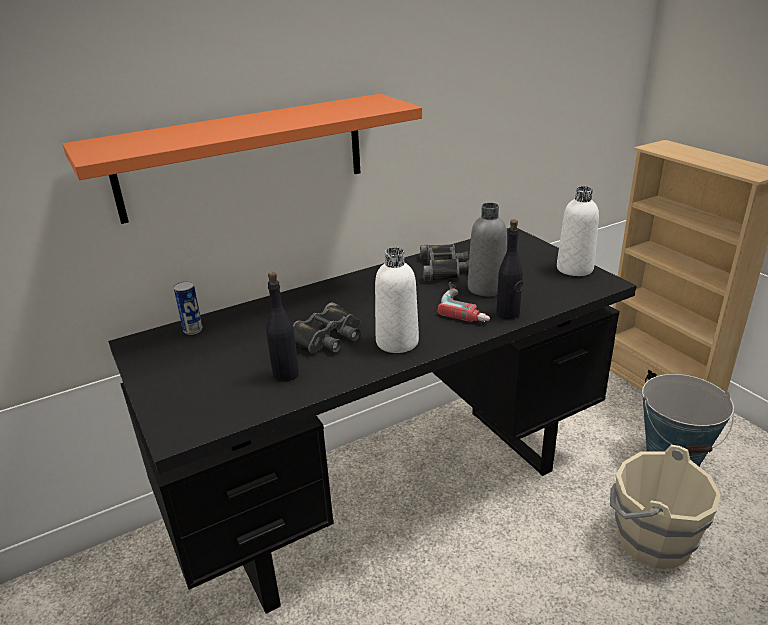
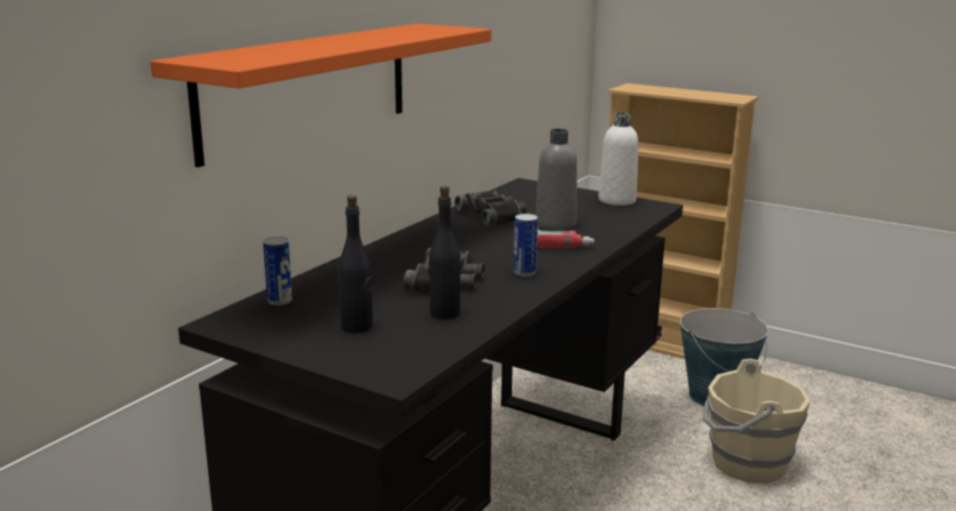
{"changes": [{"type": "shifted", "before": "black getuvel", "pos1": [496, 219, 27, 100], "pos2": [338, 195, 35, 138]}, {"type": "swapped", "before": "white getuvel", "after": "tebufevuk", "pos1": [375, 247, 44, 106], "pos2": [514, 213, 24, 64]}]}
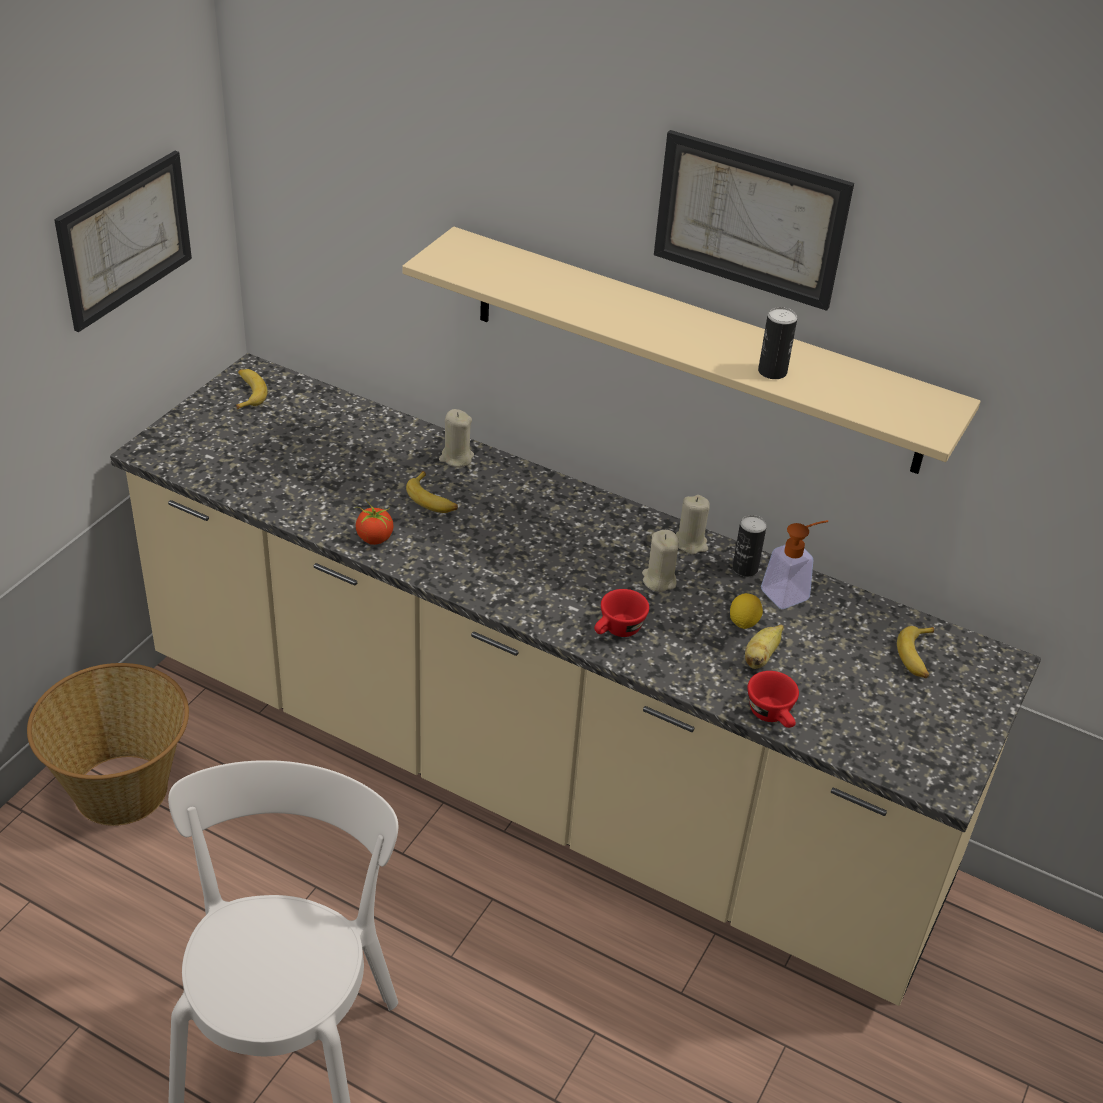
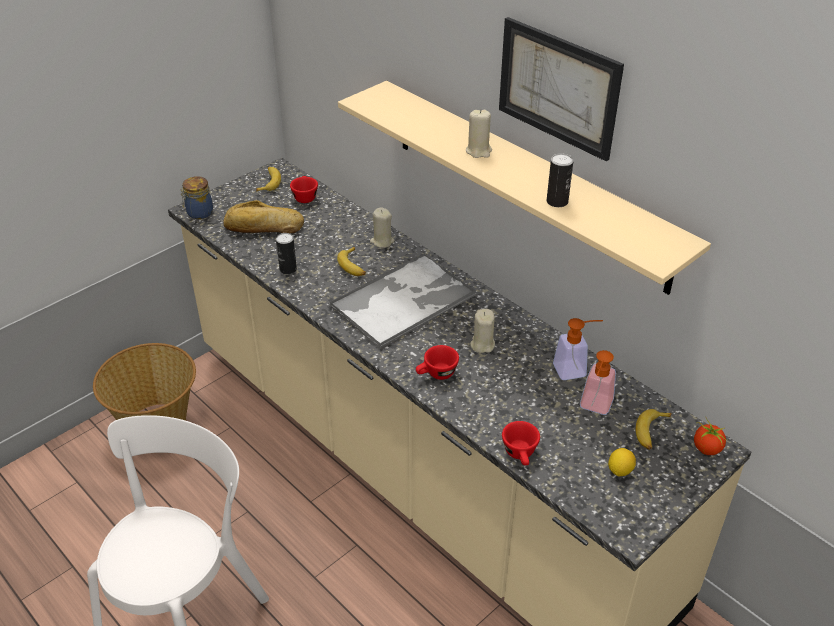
{"changes": [{"type": "new", "after": "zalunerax", "pos2": [180, 176, 33, 43]}, {"type": "new", "after": "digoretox", "pos2": [224, 200, 80, 33]}, {"type": "shifted", "before": "tebufevuk", "pos1": [732, 515, 35, 62], "pos2": [276, 233, 21, 41]}, {"type": "new", "after": "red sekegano", "pos2": [290, 176, 28, 27]}, {"type": "new", "after": "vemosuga", "pos2": [329, 253, 147, 96]}, {"type": "shifted", "before": "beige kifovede", "pos1": [676, 495, 34, 60], "pos2": [466, 109, 26, 49]}, {"type": "new", "after": "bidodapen", "pos2": [580, 350, 36, 65]}, {"type": "shifted", "before": "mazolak", "pos1": [730, 593, 33, 36], "pos2": [608, 448, 28, 28]}, {"type": "shifted", "before": "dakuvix", "pos1": [354, 500, 39, 45], "pos2": [694, 416, 32, 39]}, {"type": "gone", "before": "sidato", "pos1": [54, 151, 138, 181]}, {"type": "gone", "before": "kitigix", "pos1": [745, 624, 39, 45]}]}
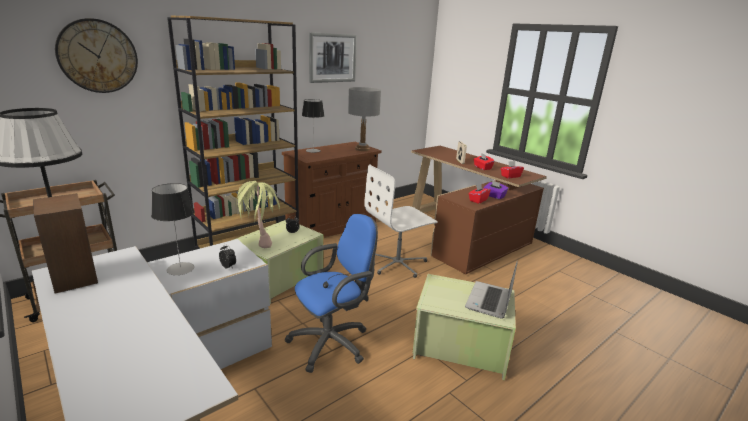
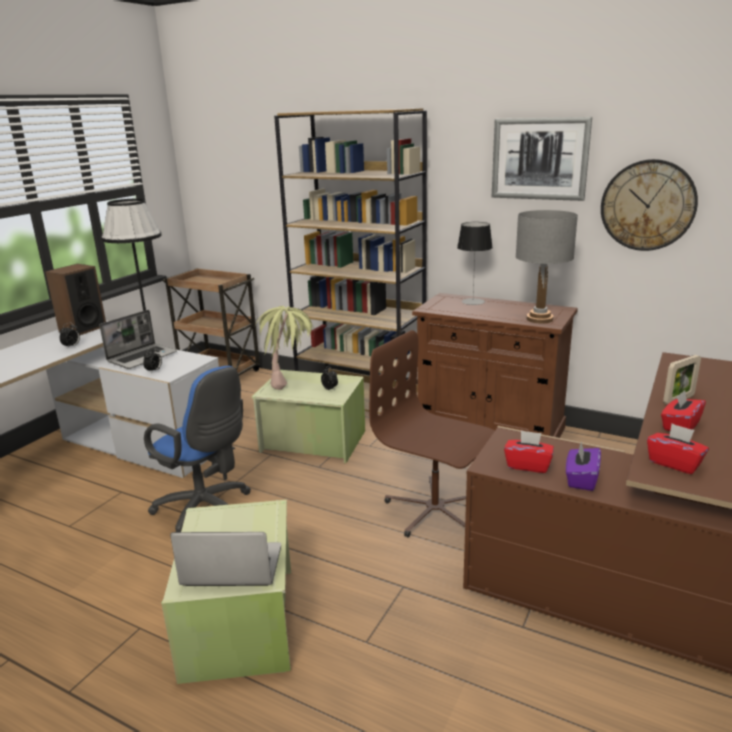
{"changes": [{"type": "new", "after": "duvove", "pos2": [60, 322, 20, 26]}, {"type": "swapped", "before": "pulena", "after": "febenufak", "pos1": [151, 183, 44, 92], "pos2": [99, 310, 78, 59]}, {"type": "repainted", "before": "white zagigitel", "after": "brown zagigitel", "pos1": [364, 164, 74, 114], "pos2": [369, 330, 126, 207]}, {"type": "shifted", "before": "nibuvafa", "pos1": [55, 18, 83, 75], "pos2": [601, 159, 97, 92]}]}
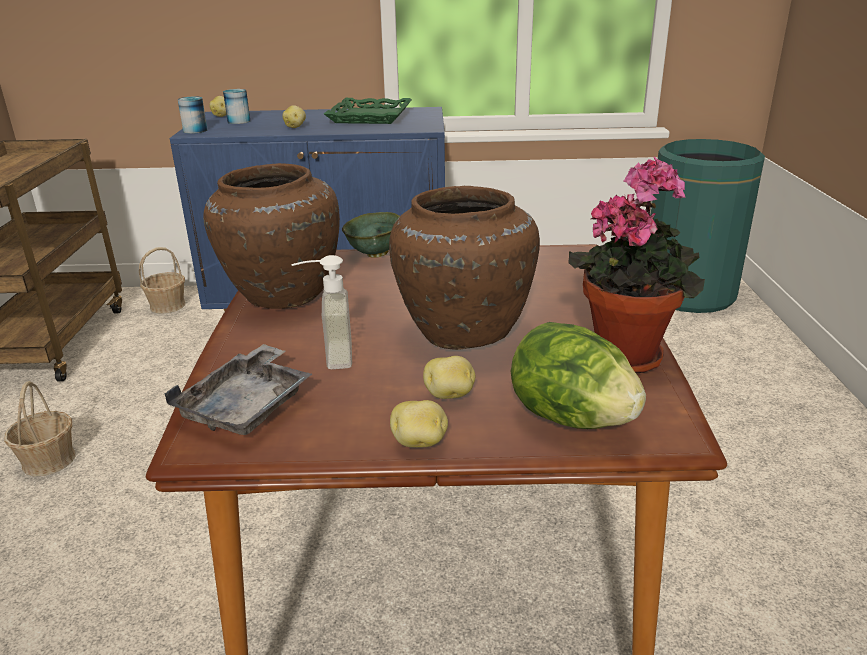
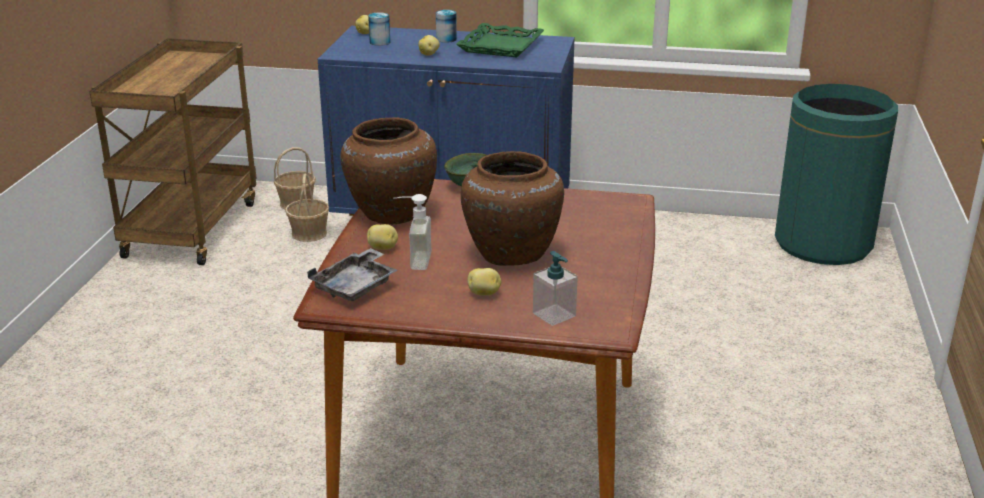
{"changes": [{"type": "shifted", "before": "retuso", "pos1": [4, 381, 71, 95], "pos2": [285, 174, 44, 68]}, {"type": "shifted", "before": "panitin", "pos1": [390, 400, 58, 48], "pos2": [367, 224, 31, 26]}, {"type": "shifted", "before": "tebufevuk", "pos1": [178, 96, 29, 38], "pos2": [436, 10, 21, 33]}, {"type": "swapped", "before": "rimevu", "after": "bidodapen", "pos1": [511, 322, 135, 107], "pos2": [533, 251, 45, 75]}, {"type": "gone", "before": "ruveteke", "pos1": [568, 157, 137, 217]}]}
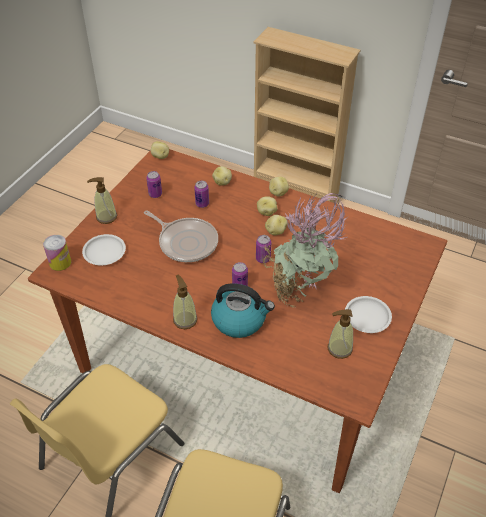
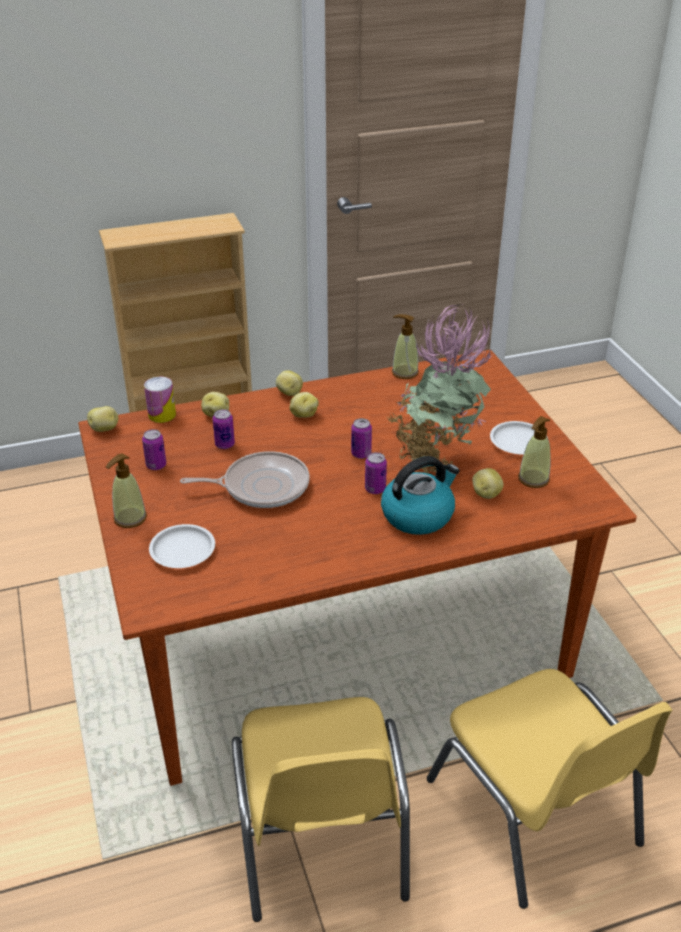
{"changes": [{"type": "shifted", "before": "tebufevuk", "pos1": [43, 235, 28, 36], "pos2": [144, 377, 32, 46]}, {"type": "shifted", "before": "bidodapen", "pos1": [173, 275, 24, 54], "pos2": [392, 314, 27, 65]}, {"type": "shifted", "before": "panitin", "pos1": [265, 215, 22, 20], "pos2": [472, 468, 32, 31]}]}
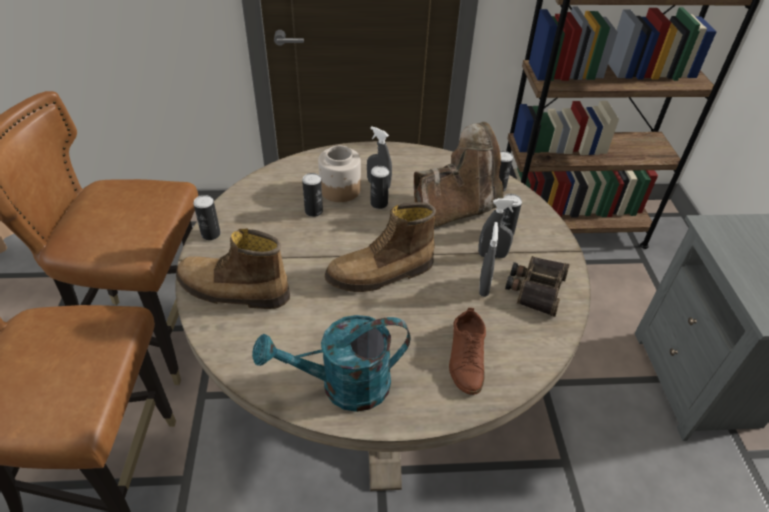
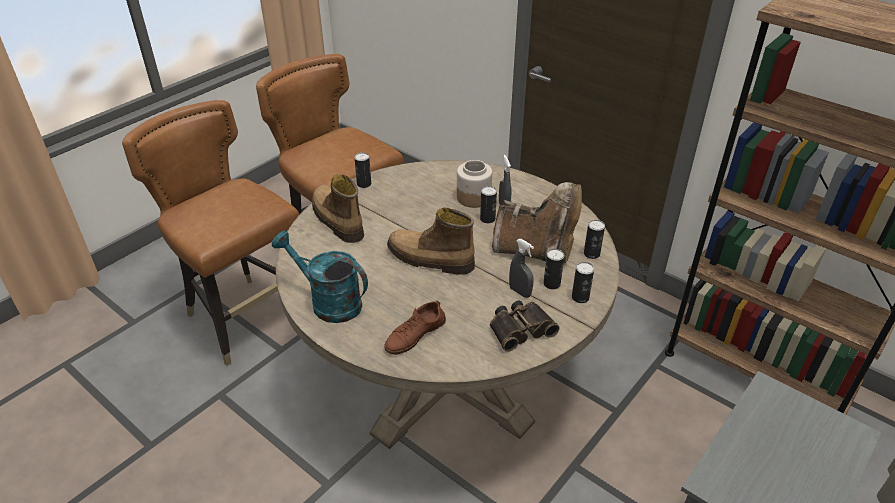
{"changes": [{"type": "shifted", "before": "tebufevuk", "pos1": [302, 173, 21, 44], "pos2": [572, 262, 22, 41]}, {"type": "gone", "before": "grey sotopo", "pos1": [479, 222, 19, 75]}]}
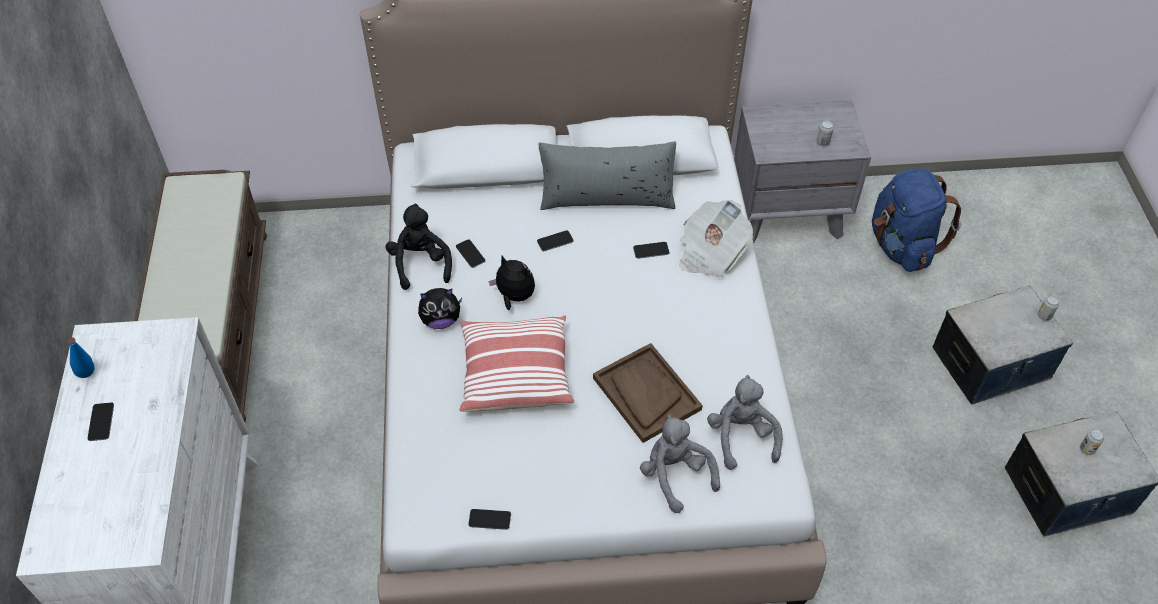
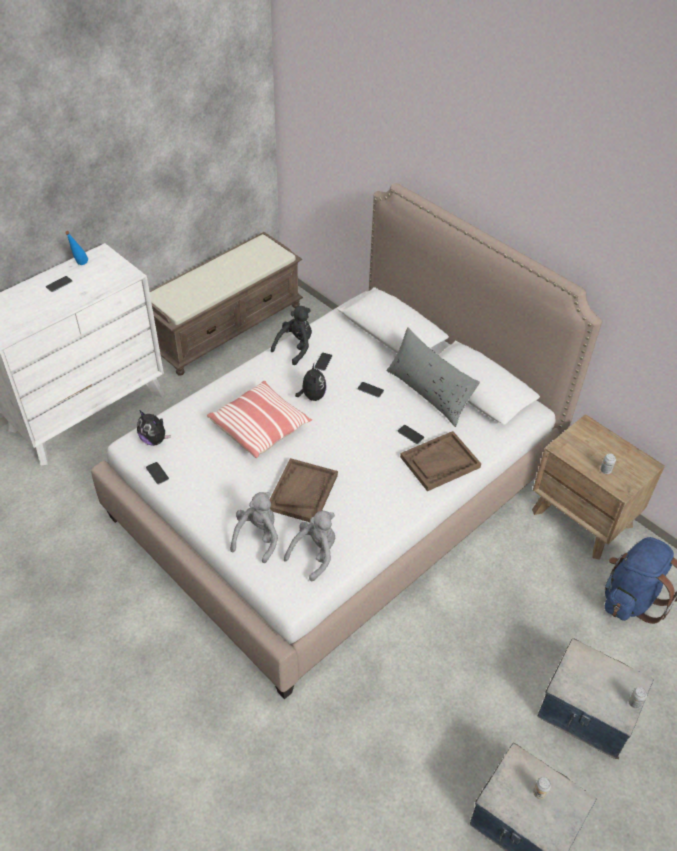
{"changes": [{"type": "shifted", "before": "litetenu", "pos1": [418, 288, 44, 41], "pos2": [137, 410, 34, 36]}, {"type": "swapped", "before": "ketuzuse", "after": "brown vemosuga", "pos1": [679, 200, 74, 77], "pos2": [400, 431, 81, 60]}, {"type": "repainted", "before": "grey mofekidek", "after": "brown mofekidek", "pos1": [734, 101, 137, 142], "pos2": [532, 414, 133, 146]}]}
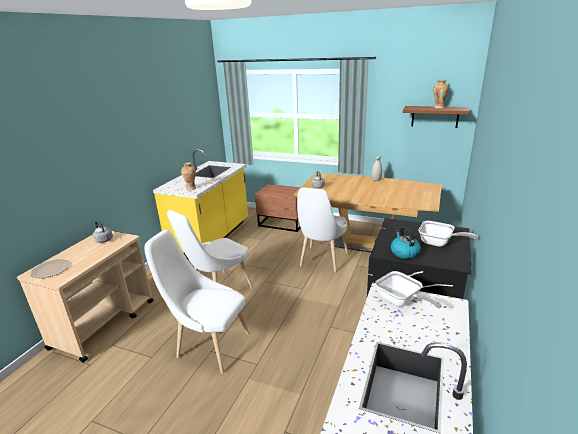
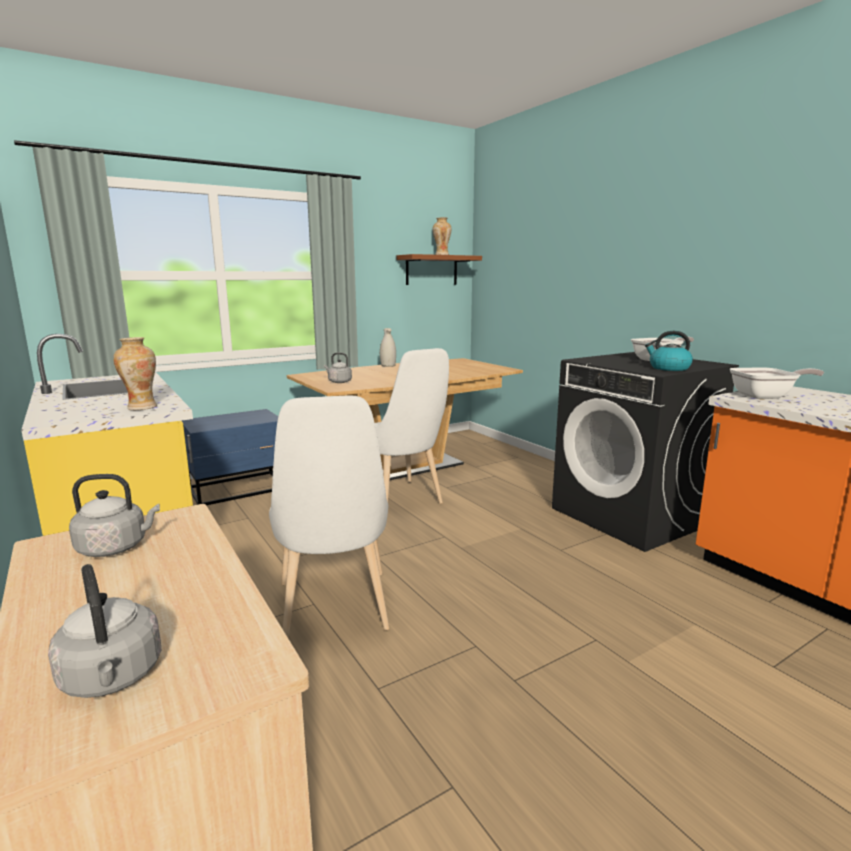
{"changes": [{"type": "swapped", "before": "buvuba", "after": "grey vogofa", "pos1": [31, 259, 39, 20], "pos2": [48, 564, 113, 134]}, {"type": "repainted", "before": "brown mofekidek", "after": "blue mofekidek", "pos1": [255, 184, 46, 48], "pos2": [182, 409, 96, 96]}, {"type": "gone", "before": "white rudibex", "pos1": [144, 230, 106, 144]}]}
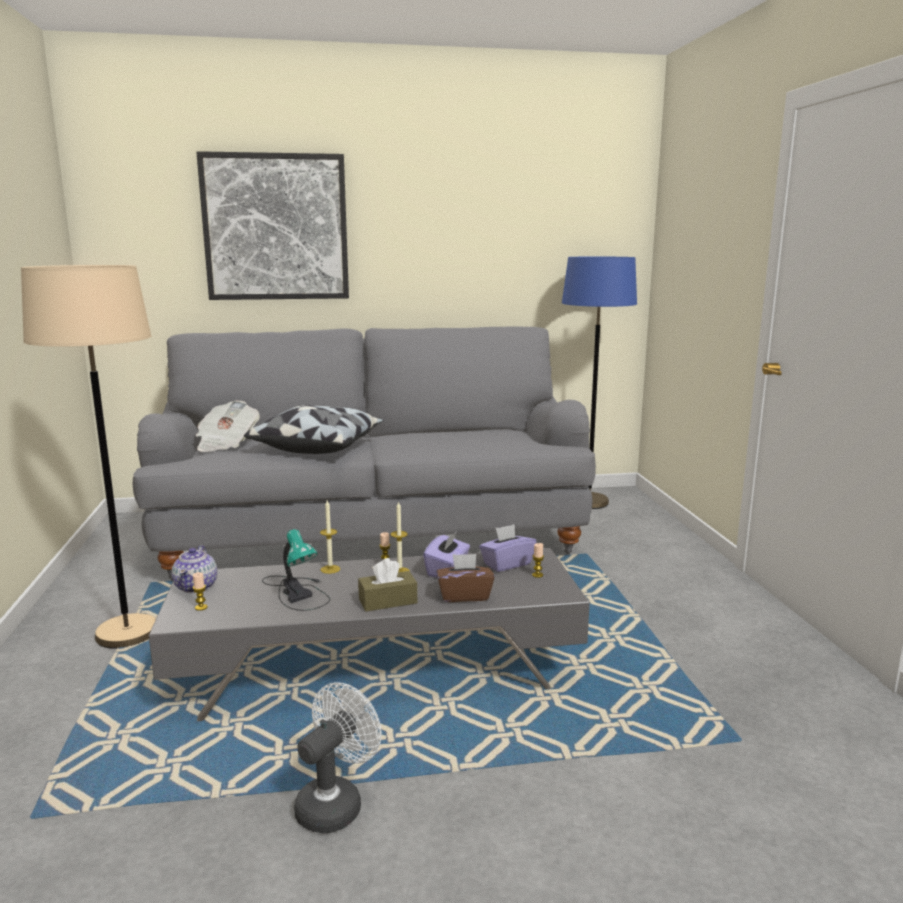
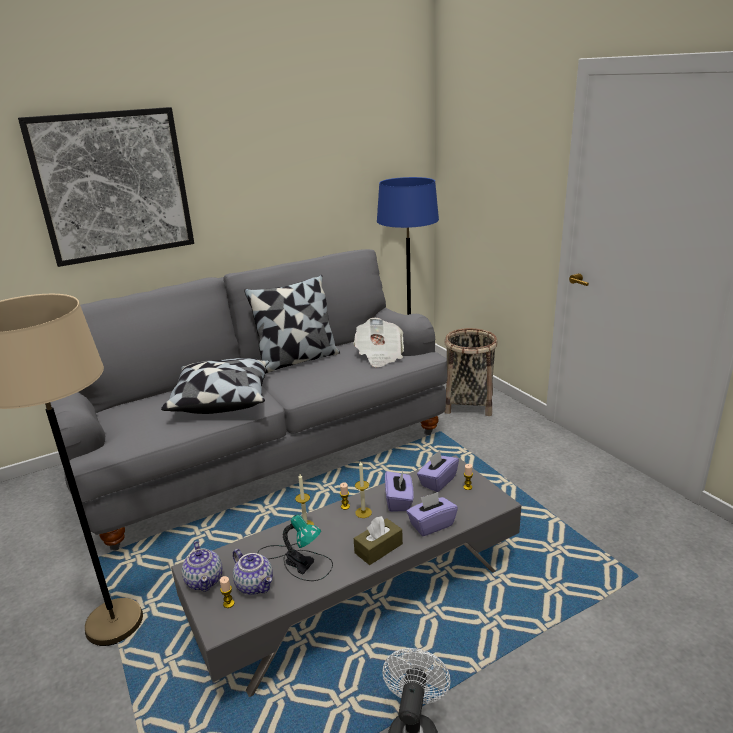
{"changes": [{"type": "new", "after": "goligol", "pos2": [233, 549, 40, 46]}, {"type": "new", "after": "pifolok", "pos2": [244, 275, 96, 99]}, {"type": "shifted", "before": "ketuzuse", "pos1": [196, 400, 64, 52], "pos2": [353, 318, 51, 50]}, {"type": "repainted", "before": "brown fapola", "after": "purple fapola", "pos1": [437, 554, 58, 48], "pos2": [407, 492, 51, 44]}, {"type": "new", "after": "retuso", "pos2": [444, 328, 54, 88]}]}
